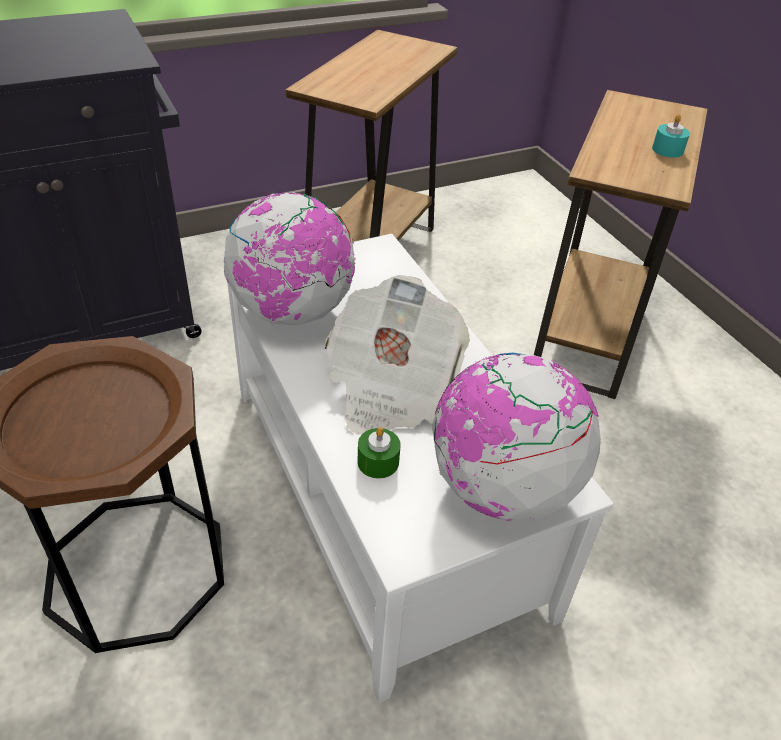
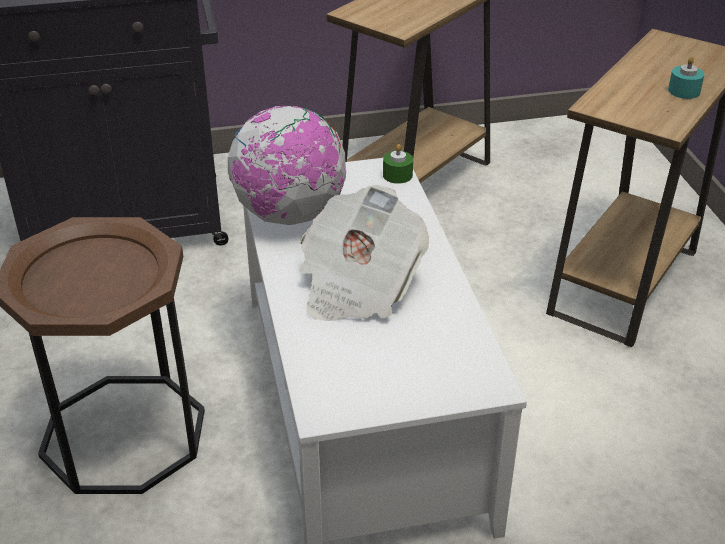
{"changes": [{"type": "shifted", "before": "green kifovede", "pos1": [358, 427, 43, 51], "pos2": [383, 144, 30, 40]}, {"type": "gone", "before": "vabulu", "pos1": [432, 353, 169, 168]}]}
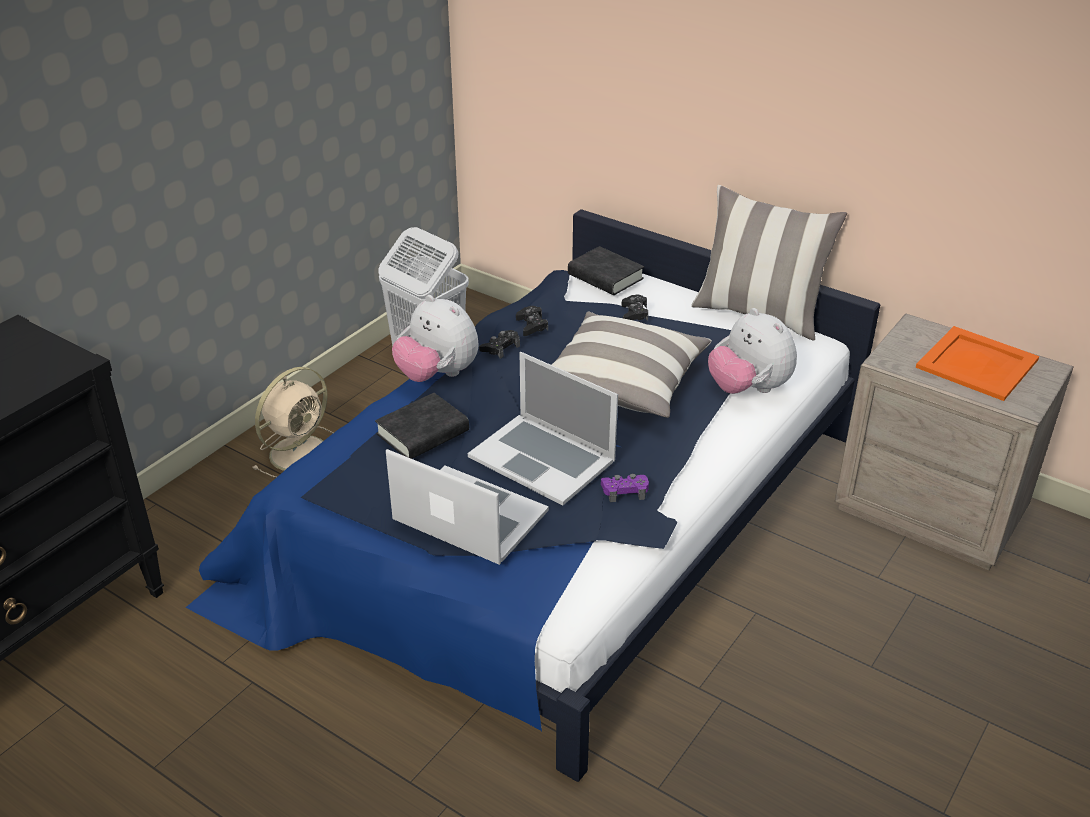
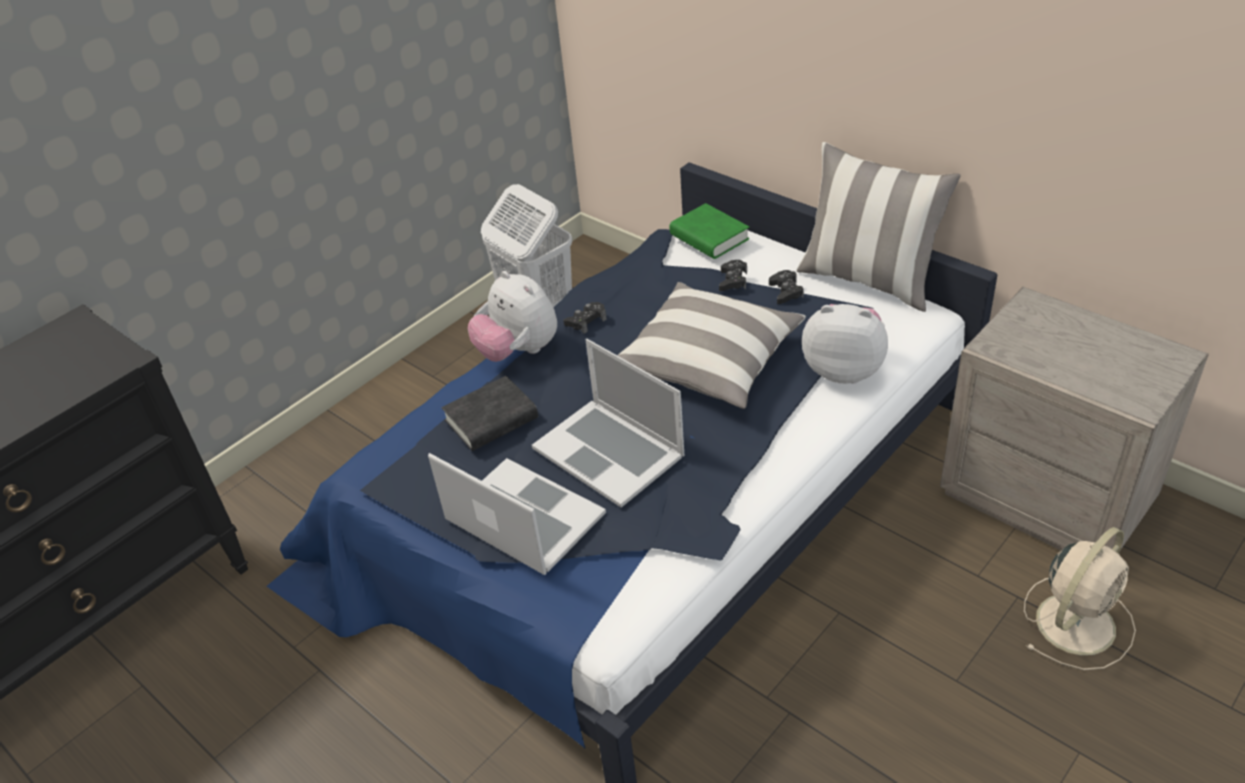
{"changes": [{"type": "repainted", "before": "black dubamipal", "after": "green dubamipal", "pos1": [568, 246, 76, 49], "pos2": [669, 203, 80, 56]}, {"type": "shifted", "before": "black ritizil", "pos1": [516, 306, 32, 30], "pos2": [769, 270, 35, 34]}, {"type": "rotated", "before": "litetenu", "pos1": [708, 308, 89, 86], "pos2": [802, 304, 86, 79], "turn": 135}, {"type": "shifted", "before": "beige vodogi", "pos1": [253, 367, 81, 111], "pos2": [1024, 527, 112, 143]}, {"type": "gone", "before": "purple ritizil", "pos1": [601, 474, 48, 28]}, {"type": "gone", "before": "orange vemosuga", "pos1": [916, 326, 123, 75]}]}
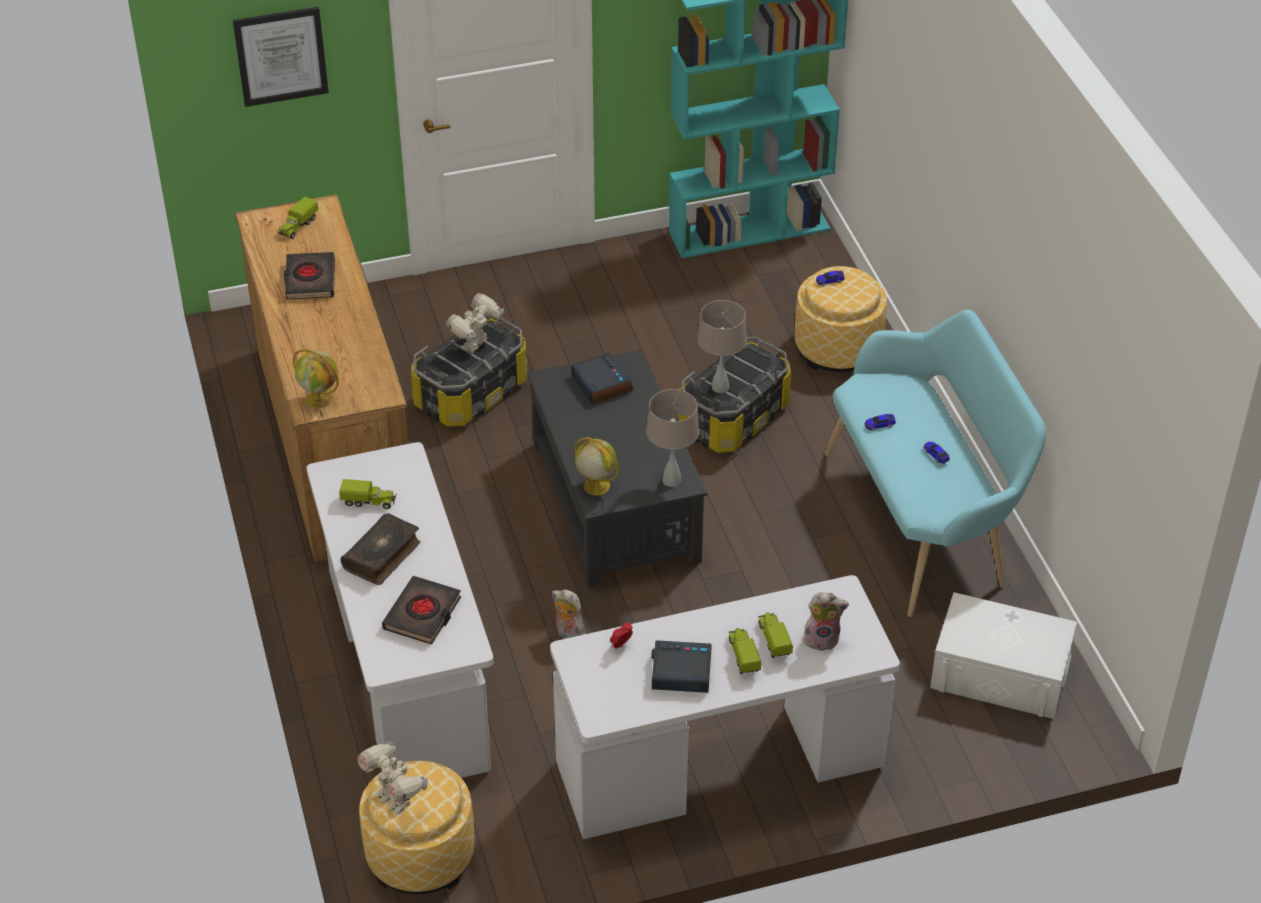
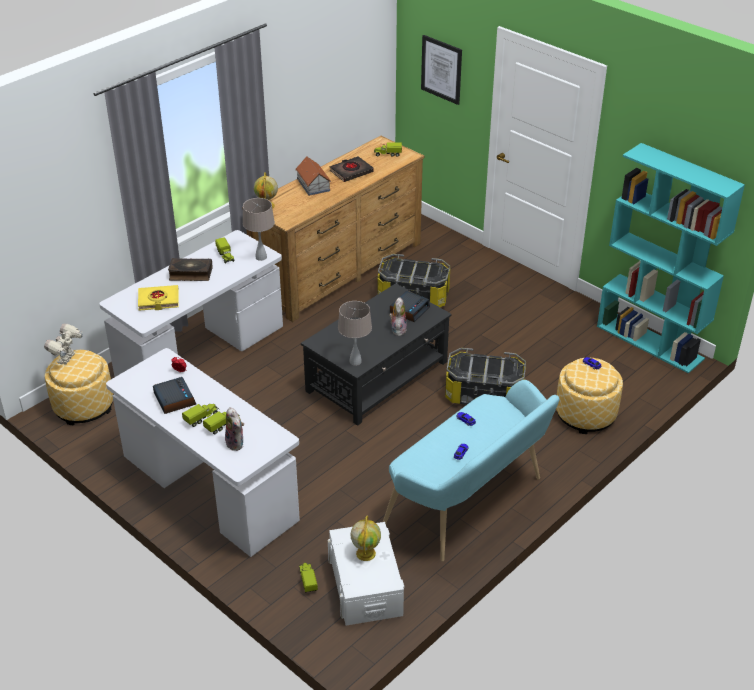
{"changes": [{"type": "repainted", "before": "black dubamipal", "after": "yellow dubamipal", "pos1": [382, 576, 79, 69], "pos2": [138, 285, 41, 26]}, {"type": "shifted", "before": "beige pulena", "pos1": [697, 300, 50, 93], "pos2": [243, 198, 32, 63]}, {"type": "new", "after": "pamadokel", "pos2": [296, 156, 35, 40]}, {"type": "new", "after": "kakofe", "pos2": [299, 562, 19, 31]}, {"type": "shifted", "before": "vabulu", "pos1": [574, 437, 45, 59], "pos2": [351, 516, 30, 45]}, {"type": "shifted", "before": "litetenu", "pos1": [552, 590, 34, 49], "pos2": [389, 297, 18, 39]}, {"type": "gone", "before": "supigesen", "pos1": [446, 293, 58, 60]}]}
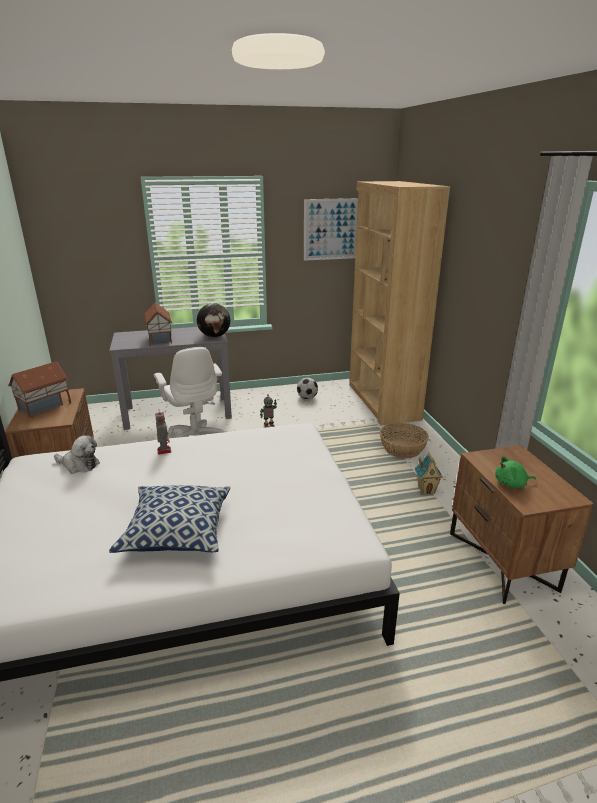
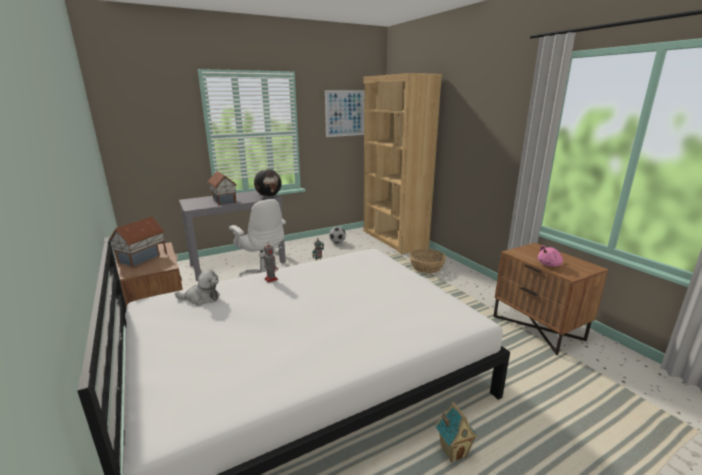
{"changes": [{"type": "shifted", "before": "pamadokel", "pos1": [415, 452, 28, 42], "pos2": [436, 402, 42, 61]}, {"type": "repainted", "before": "green litetenu", "after": "pink litetenu", "pos1": [495, 456, 41, 32], "pos2": [537, 245, 27, 22]}, {"type": "gone", "before": "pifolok", "pos1": [109, 485, 121, 68]}]}
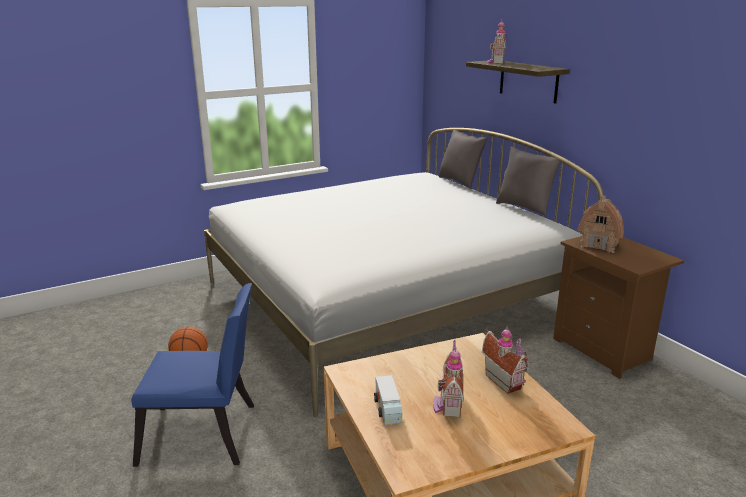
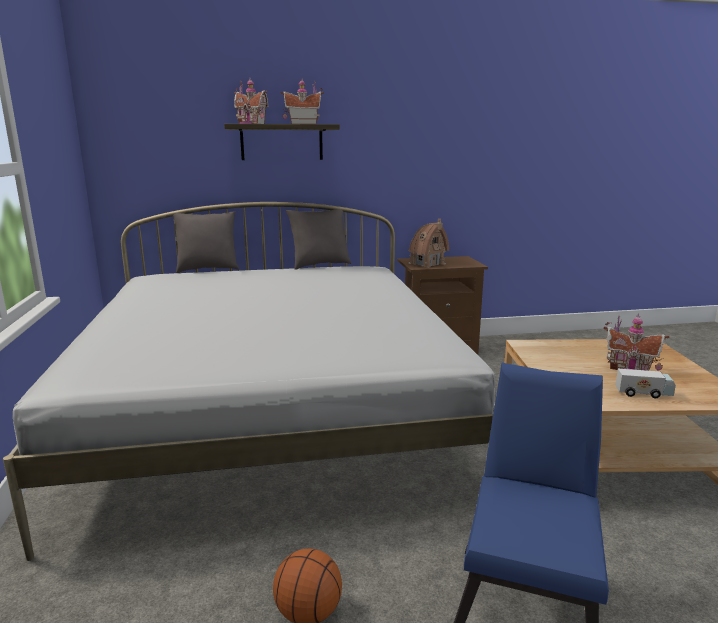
{"changes": [{"type": "shifted", "before": "pamadokel", "pos1": [482, 326, 47, 68], "pos2": [281, 80, 43, 44]}]}
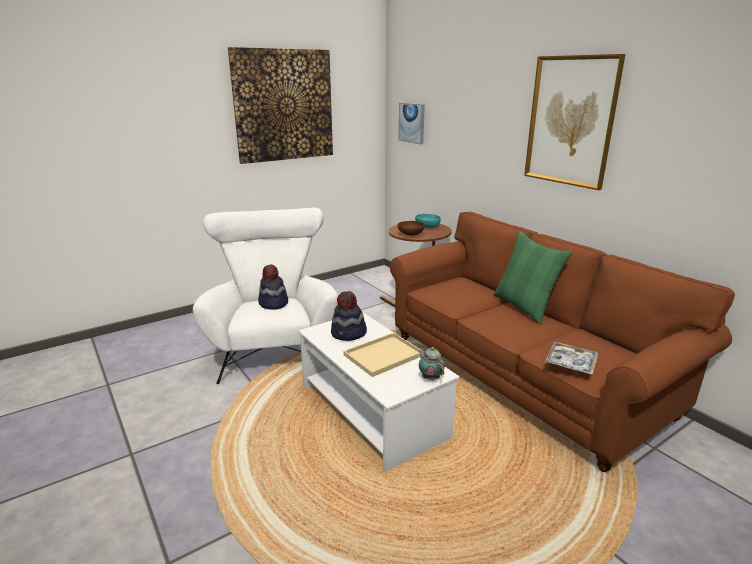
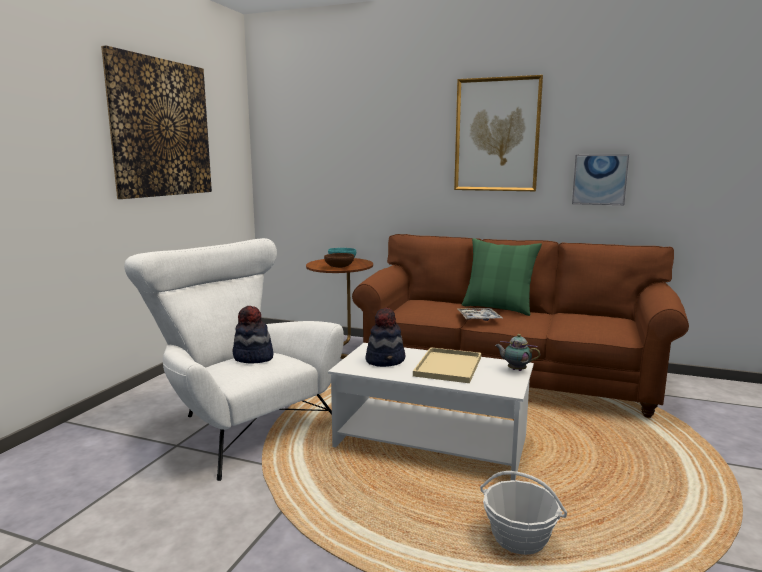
{"changes": [{"type": "shifted", "before": "vemosuga", "pos1": [545, 342, 53, 33], "pos2": [458, 308, 44, 13]}, {"type": "new", "after": "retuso", "pos2": [480, 471, 87, 84]}, {"type": "shifted", "before": "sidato", "pos1": [398, 103, 27, 41], "pos2": [572, 154, 57, 51]}]}
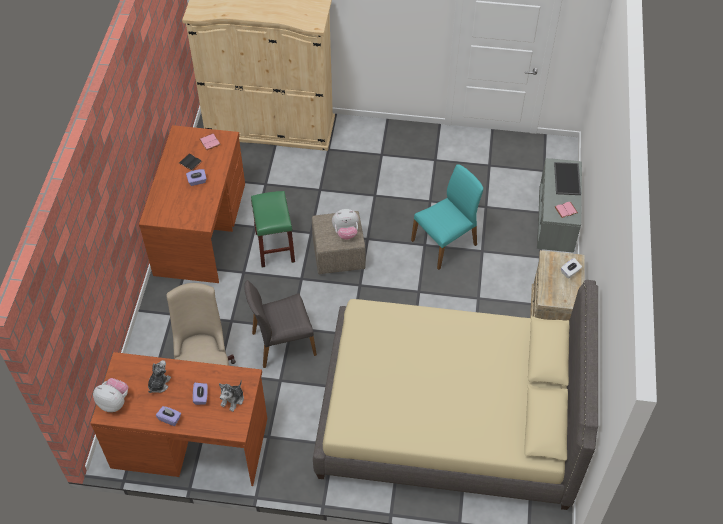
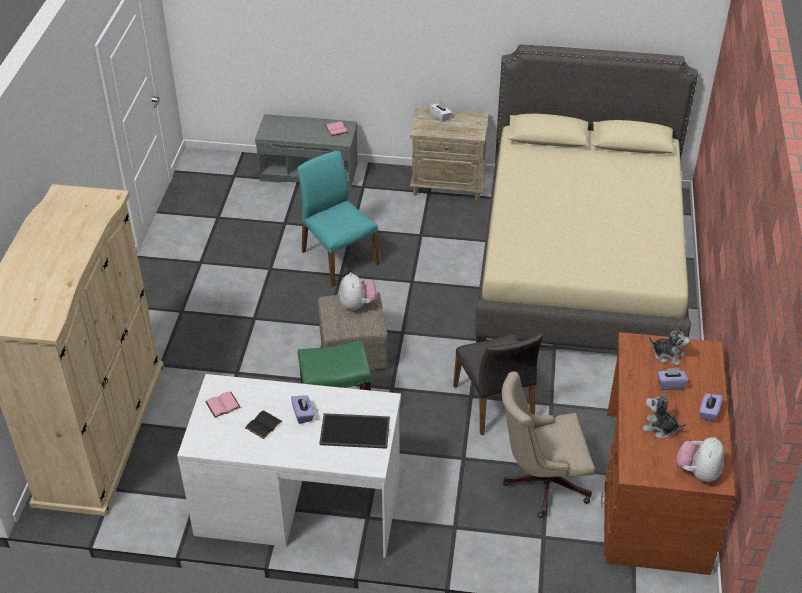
{"changes": [{"type": "repainted", "before": "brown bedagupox", "after": "white bedagupox", "pos1": [139, 125, 106, 158], "pos2": [177, 374, 224, 184]}, {"type": "shifted", "before": "vemosuga", "pos1": [554, 162, 27, 33], "pos2": [319, 413, 71, 36]}]}
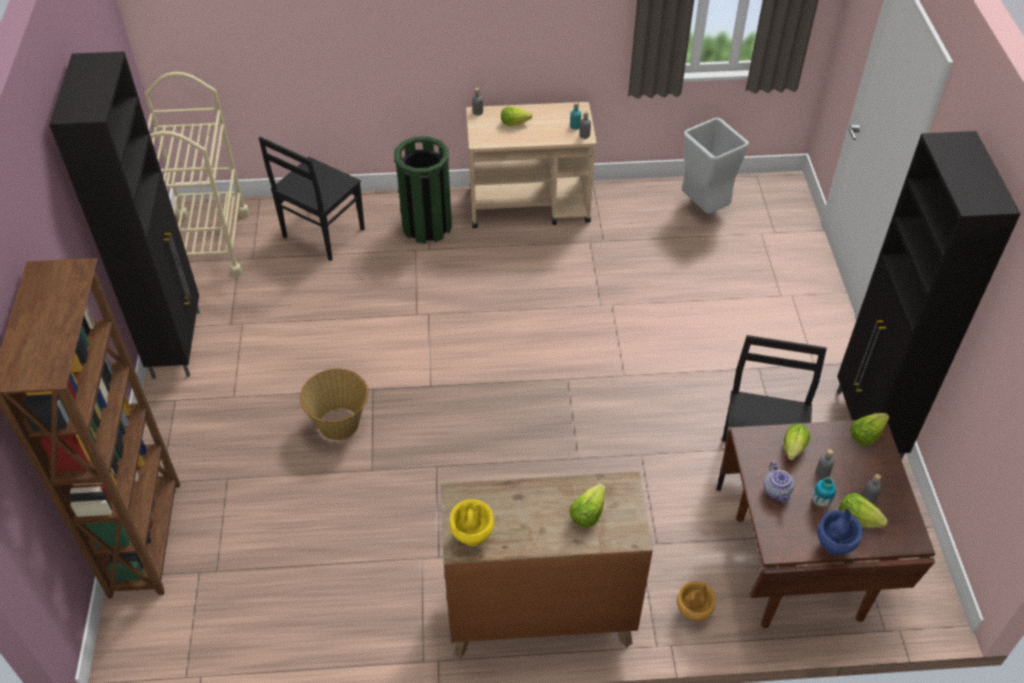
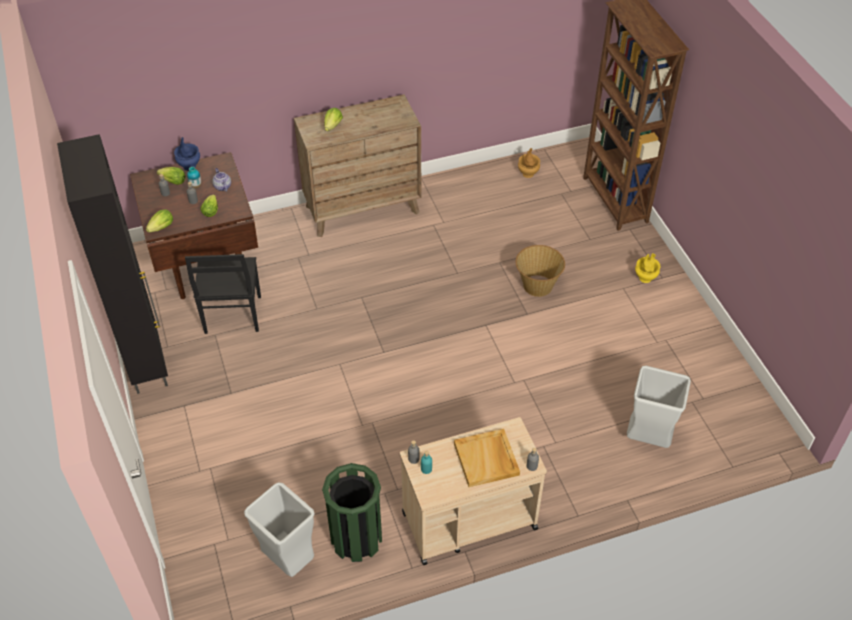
{"changes": [{"type": "shifted", "before": "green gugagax", "pos1": [394, 136, 58, 108], "pos2": [322, 463, 60, 99]}, {"type": "swapped", "before": "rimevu", "after": "beige vemosuga", "pos1": [501, 106, 31, 20], "pos2": [454, 429, 66, 58]}, {"type": "shifted", "before": "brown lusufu", "pos1": [677, 581, 39, 40], "pos2": [518, 148, 22, 30]}, {"type": "swapped", "before": "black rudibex", "after": "grey gugagax", "pos1": [258, 137, 107, 124], "pos2": [627, 366, 64, 82]}, {"type": "shifted", "before": "yellow lusufu", "pos1": [450, 499, 44, 47], "pos2": [635, 253, 25, 30]}, {"type": "gone", "before": "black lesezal", "pos1": [49, 51, 151, 328]}, {"type": "gone", "before": "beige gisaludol", "pos1": [144, 72, 106, 205]}]}
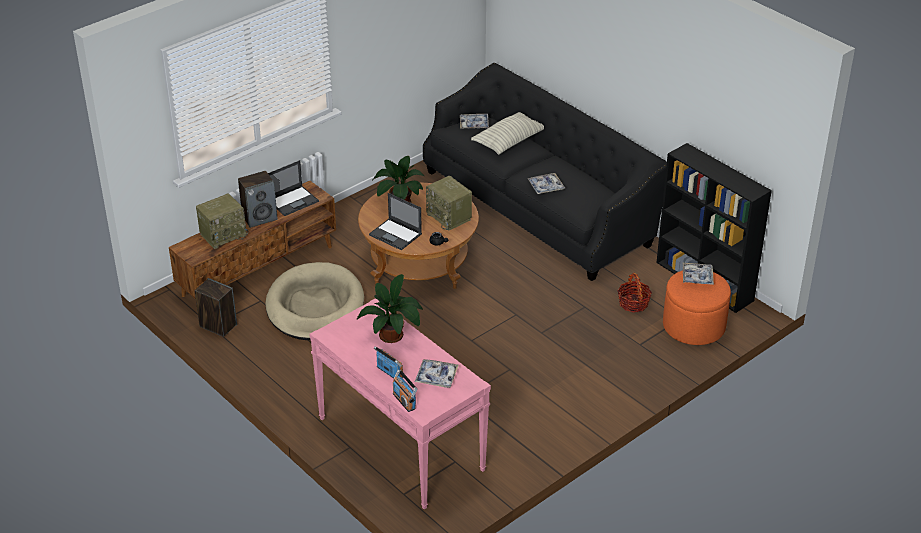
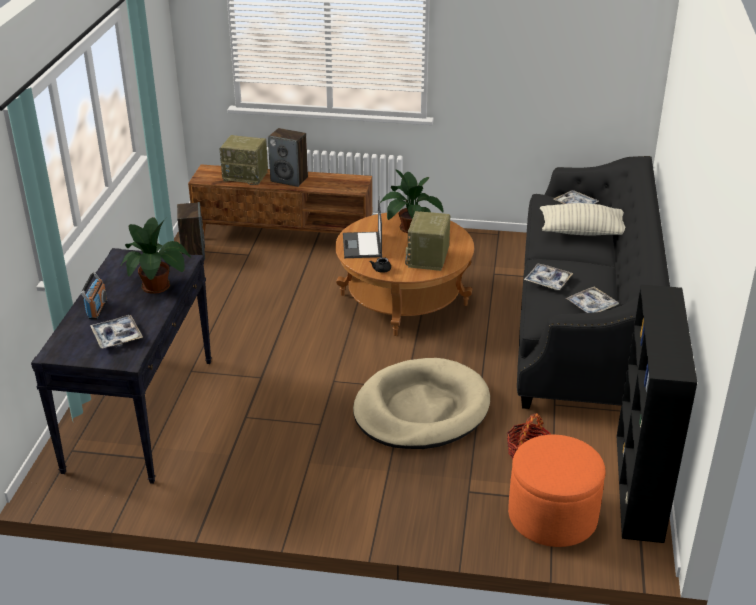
{"changes": [{"type": "repainted", "before": "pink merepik", "after": "black merepik", "pos1": [309, 298, 182, 212], "pos2": [31, 248, 181, 236]}, {"type": "shifted", "before": "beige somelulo", "pos1": [265, 262, 99, 78], "pos2": [353, 358, 137, 91]}, {"type": "shifted", "before": "vemosuga", "pos1": [683, 263, 31, 22], "pos2": [566, 287, 53, 26]}, {"type": "gone", "before": "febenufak", "pos1": [268, 160, 51, 56]}, {"type": "gone", "before": "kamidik", "pos1": [393, 370, 24, 42]}]}
